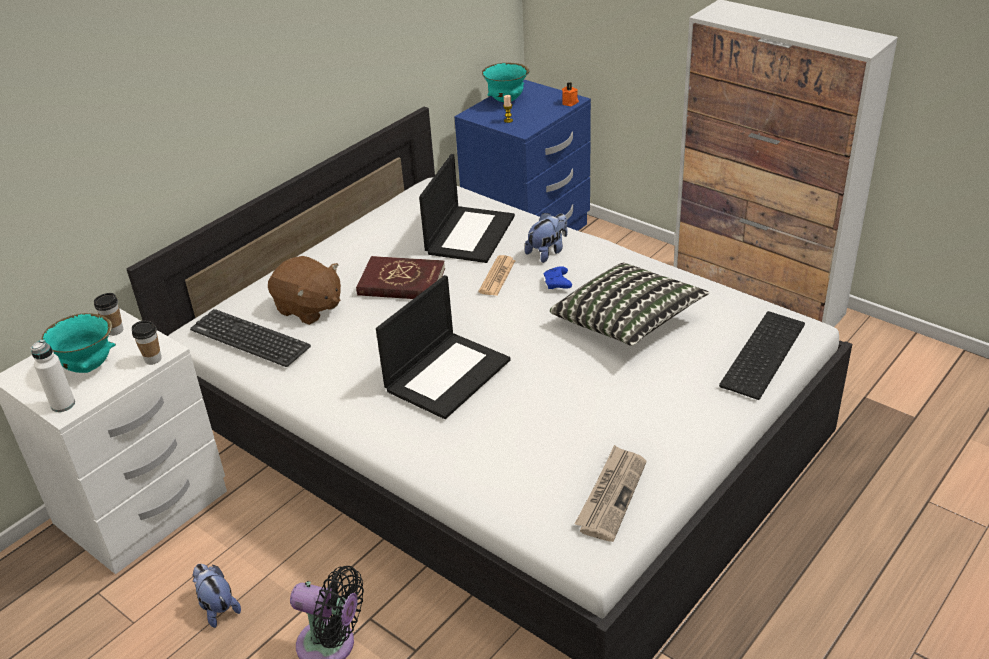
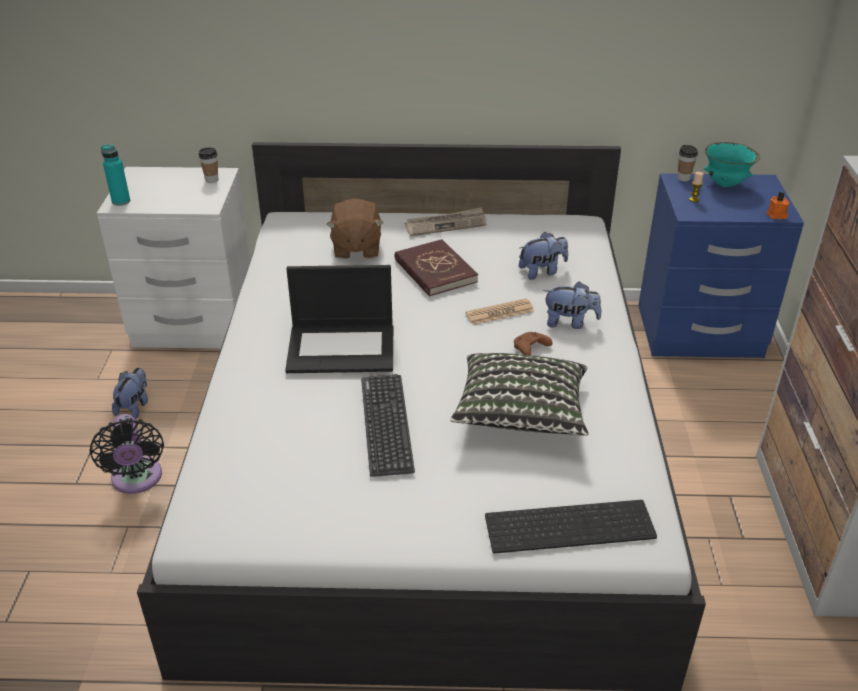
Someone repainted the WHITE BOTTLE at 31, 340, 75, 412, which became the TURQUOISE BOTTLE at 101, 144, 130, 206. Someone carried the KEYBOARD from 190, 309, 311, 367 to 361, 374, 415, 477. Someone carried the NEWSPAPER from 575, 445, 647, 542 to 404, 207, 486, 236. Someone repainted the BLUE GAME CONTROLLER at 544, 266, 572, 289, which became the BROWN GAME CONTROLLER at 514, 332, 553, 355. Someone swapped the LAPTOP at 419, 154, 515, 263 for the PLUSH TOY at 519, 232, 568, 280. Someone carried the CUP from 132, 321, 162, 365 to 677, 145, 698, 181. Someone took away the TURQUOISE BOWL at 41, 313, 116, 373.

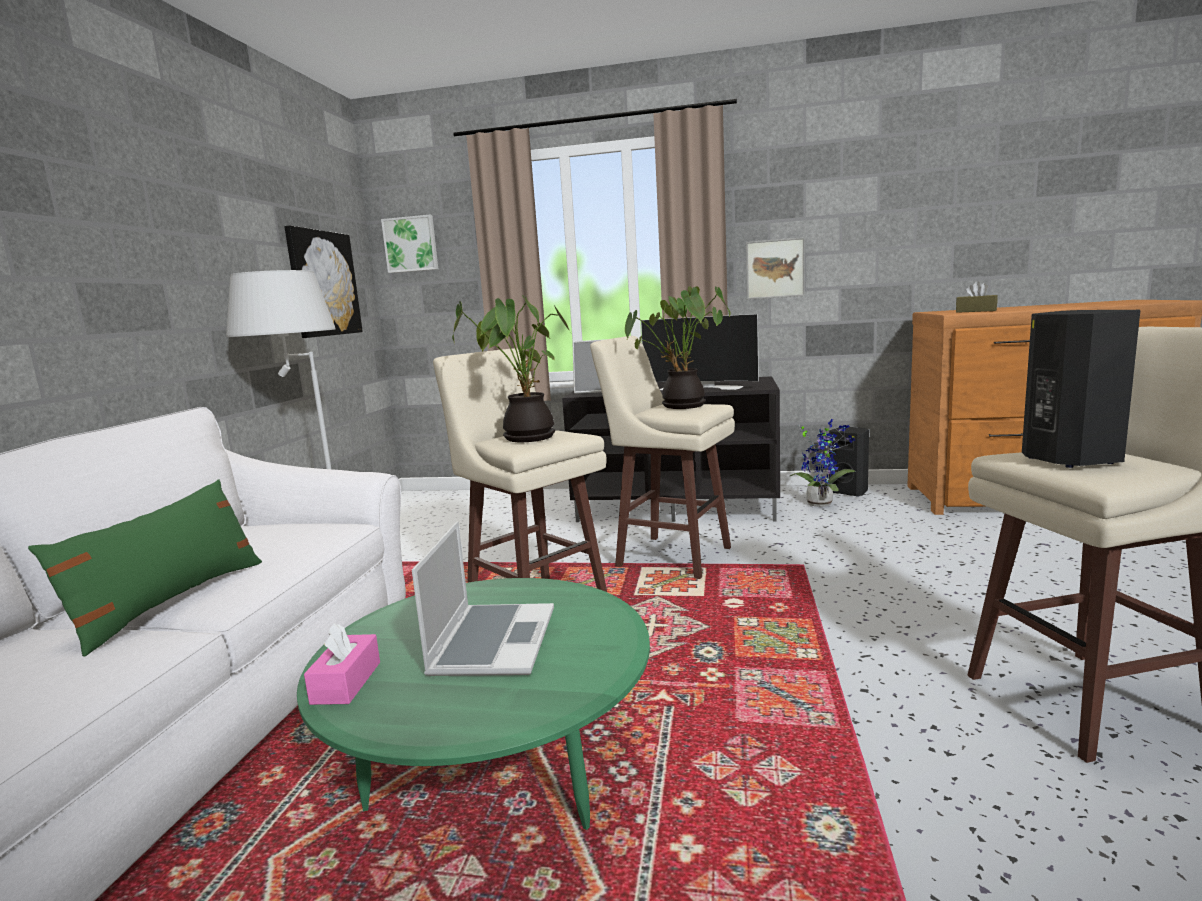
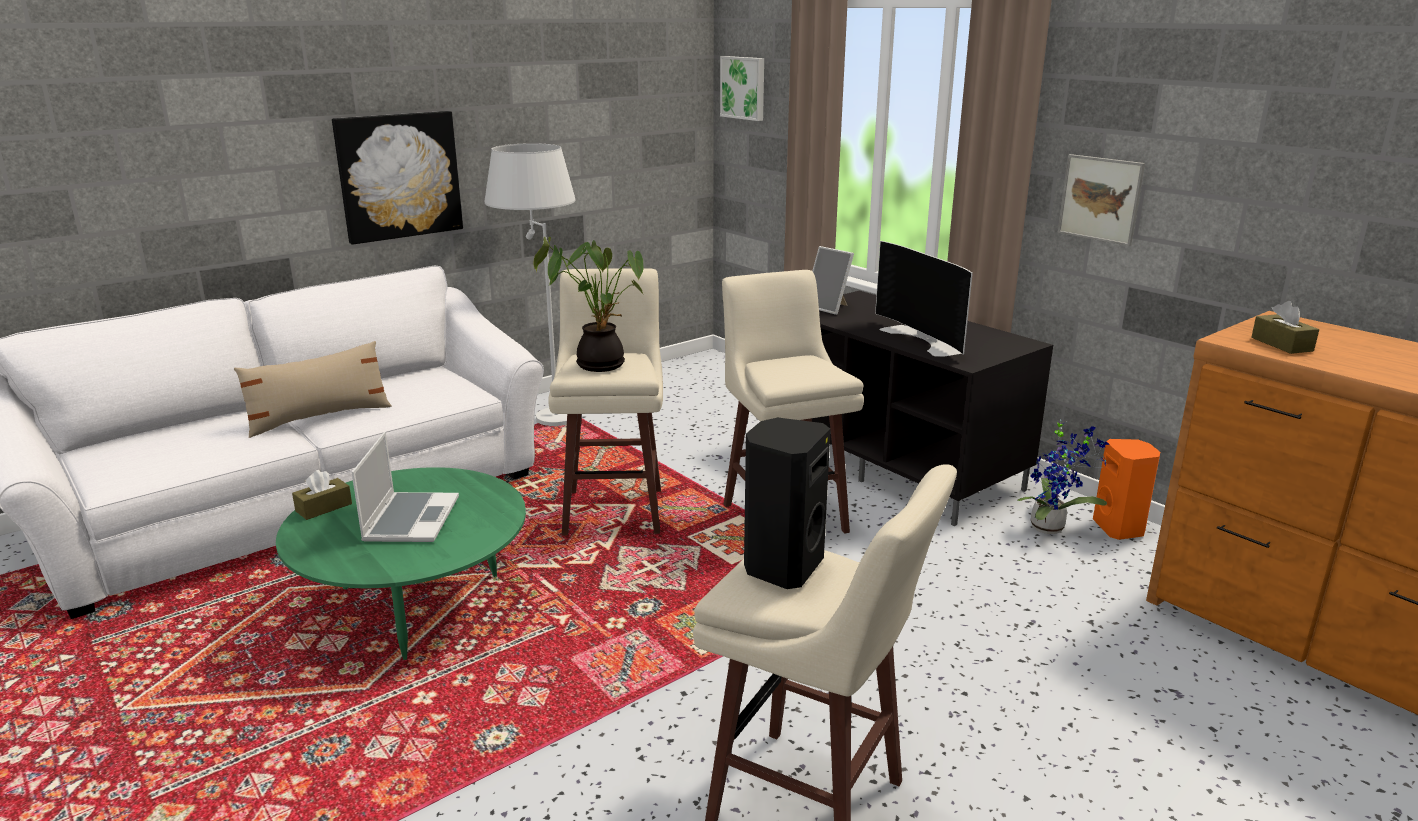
Someone repainted the GREEN PILLOW at 28, 479, 262, 657, which became the BEIGE PILLOW at 234, 341, 392, 438. Someone repainted the PINK TISSUE BOX at 304, 623, 380, 705, which became the BROWN TISSUE BOX at 292, 470, 352, 520. Someone carried the PICTURE from 284, 225, 363, 338 to 332, 111, 463, 245. Someone rotated the LAPTOP at 412, 521, 554, 676 by 45 degrees counterclockwise. Someone repainted the BLACK SPEAKER at 829, 427, 869, 497, which became the ORANGE SPEAKER at 1093, 439, 1160, 540. Someone took away the POTTED PLANT at 625, 286, 731, 409.

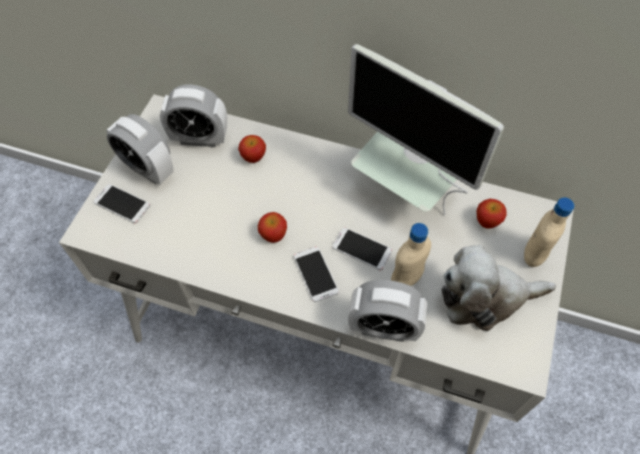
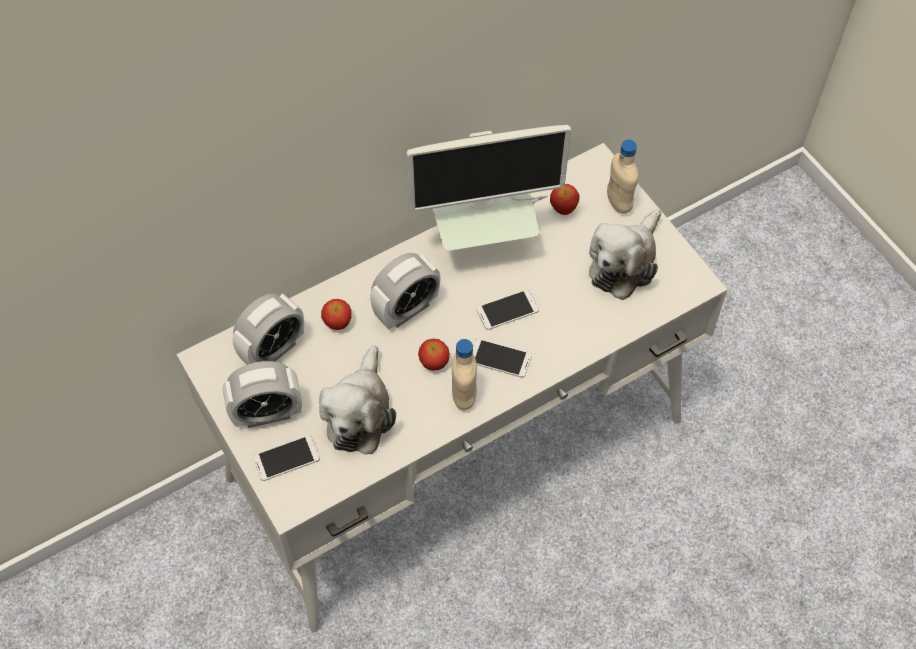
Someone put down the PLUSH TOY at 319, 345, 396, 454. Someone carried the ALARM CLOCK from 348, 280, 427, 342 to 370, 253, 440, 329. Someone carried the BEIGE BOTTLE from 391, 223, 431, 286 to 452, 339, 477, 411.

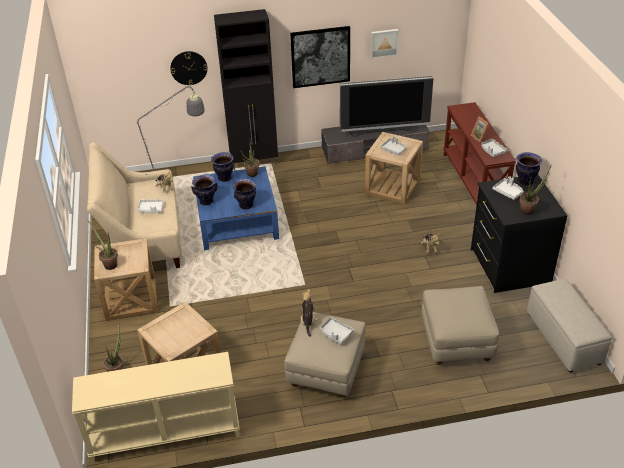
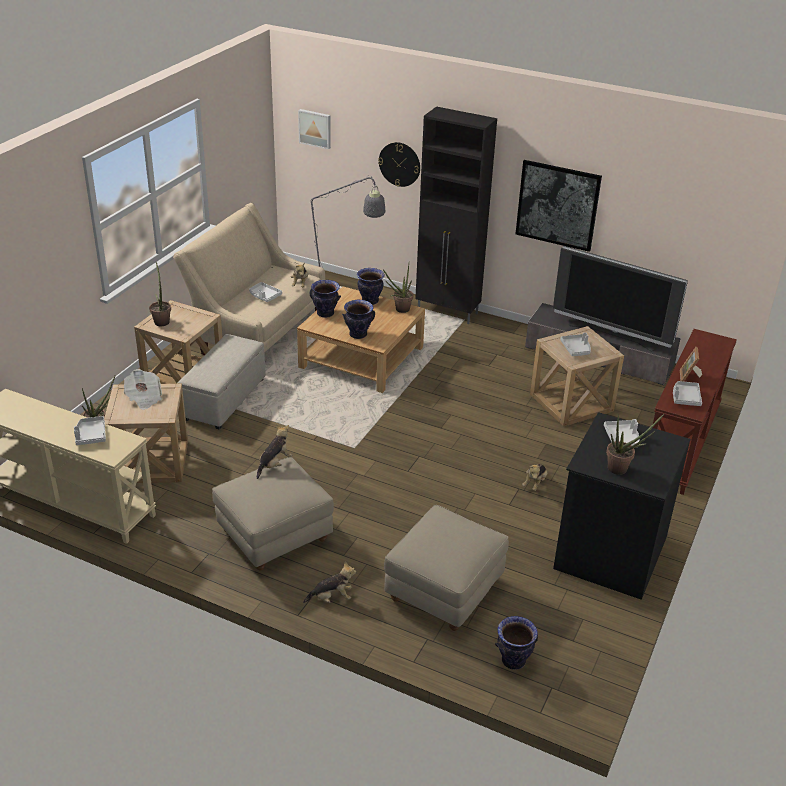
Someone carried the GREY TRAY from 320, 317, 354, 344 to 74, 416, 106, 445. Someone put down the NEWSPAPER at 124, 369, 162, 410. Someone carried the BEIGE OTTOMAN from 527, 279, 612, 373 to 177, 334, 266, 430. Someone repainted the BLUE COFFEE TABLE at 193, 167, 279, 250, which became the BEIGE COFFEE TABLE at 297, 286, 425, 393. Someone carried the PICTURE from 371, 29, 399, 59 to 298, 109, 331, 150. Someone put down the PLUSH TOY at 303, 561, 356, 603. Someone carried the VASE from 516, 152, 542, 186 to 495, 616, 538, 670.

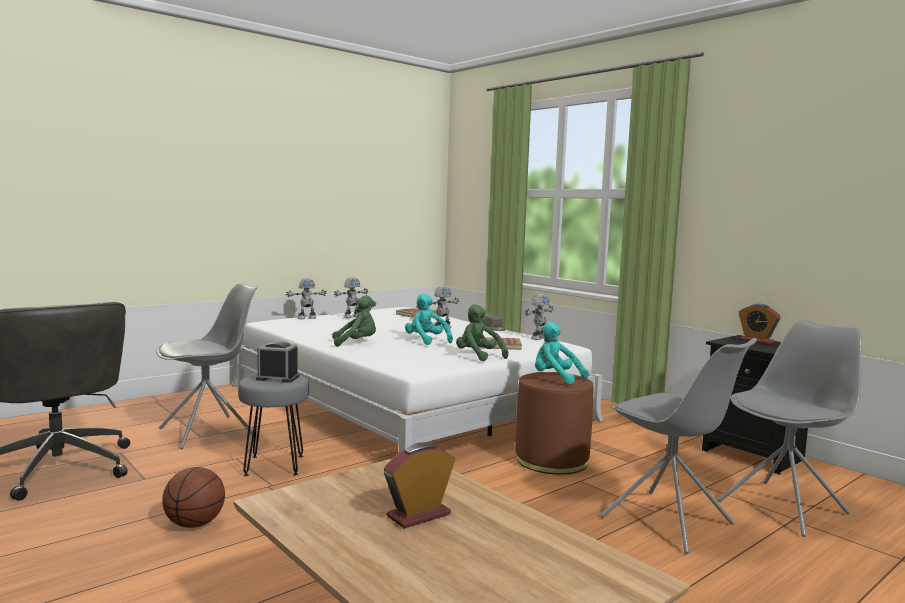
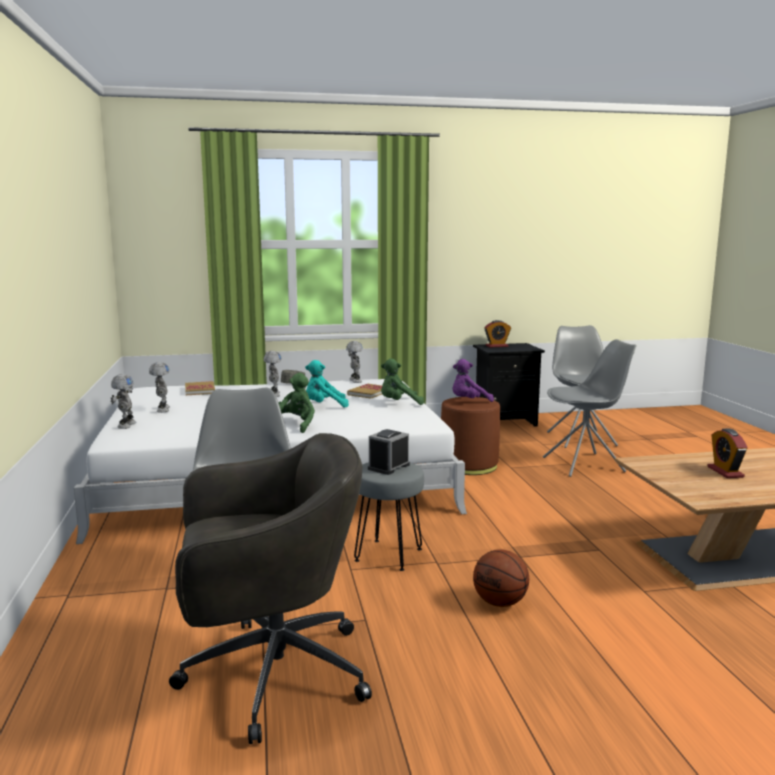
Someone repainted the TURQUOISE PLUSH TOY at 535, 322, 589, 384, which became the PURPLE PLUSH TOY at 453, 359, 494, 402.

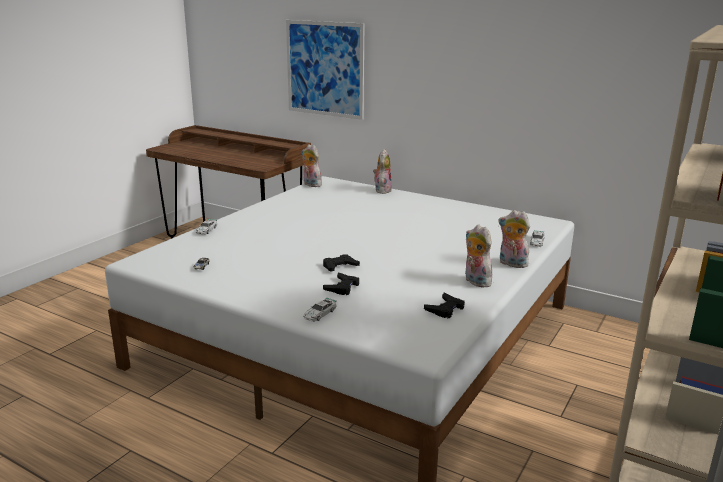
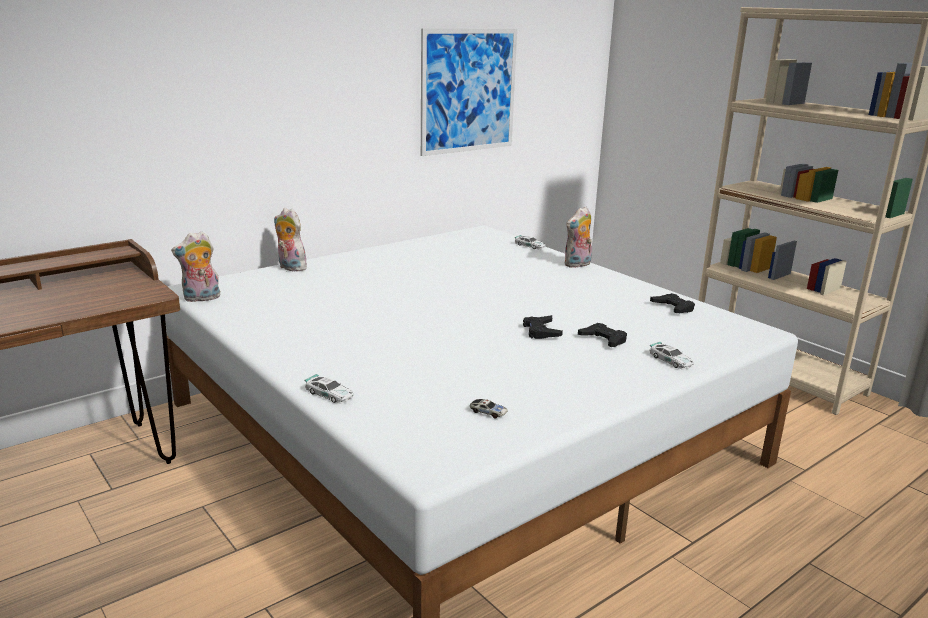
Someone carried the PICTURE from 286, 20, 364, 120 to 421, 28, 517, 156. Someone took away the PLUSH TOY at 465, 224, 492, 287.

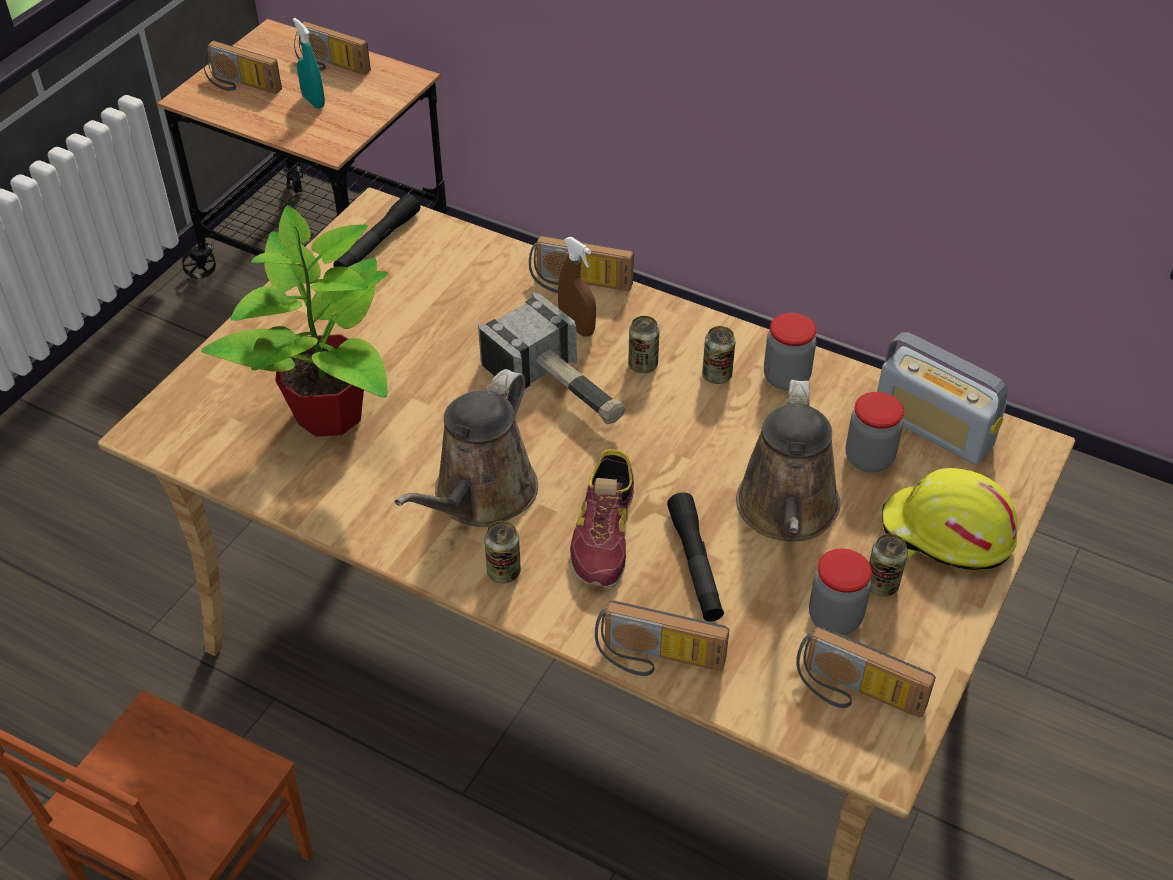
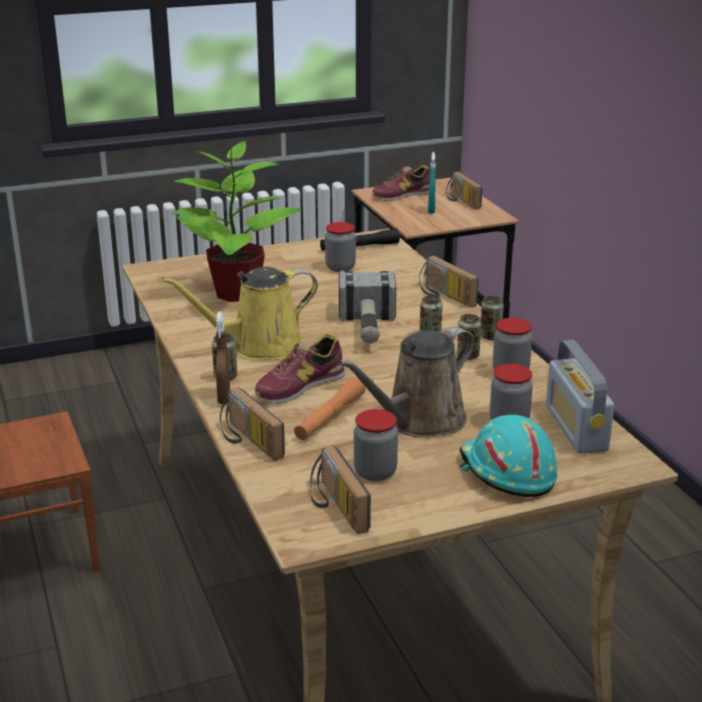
Someone repainted the BROWN WATERING CAN at 395, 369, 538, 527, which became the YELLOW WATERING CAN at 162, 267, 318, 360. Someone carried the BROWN SPRAY BOTTLE from 558, 237, 596, 337 to 216, 312, 230, 404. Someone repainted the BLACK FLASHLIGHT at 667, 492, 724, 622, which became the ORANGE FLASHLIGHT at 294, 377, 366, 440. Someone put down the JAR at 325, 222, 356, 272. Someone swapped the RADIO at 204, 40, 282, 94 for the SHOE at 372, 165, 430, 201. Someone repainted the YELLOW HARD HAT at 882, 468, 1017, 570, which became the TURQUOISE HARD HAT at 459, 415, 557, 497. Someone carried the CAN from 869, 534, 908, 597 to 481, 296, 504, 340.

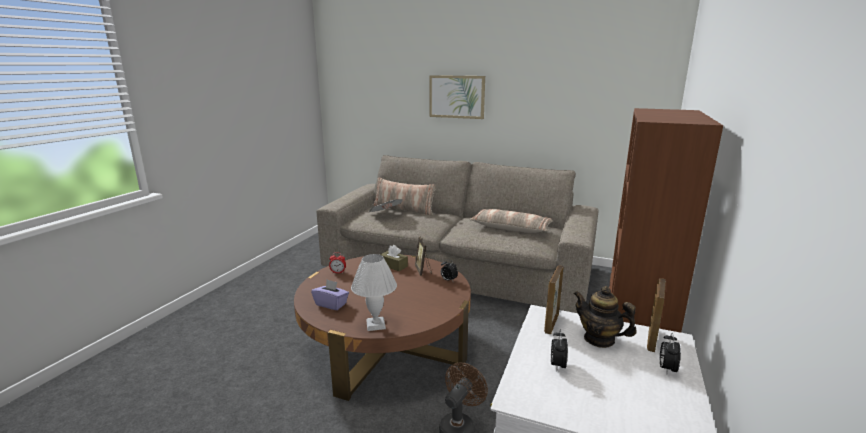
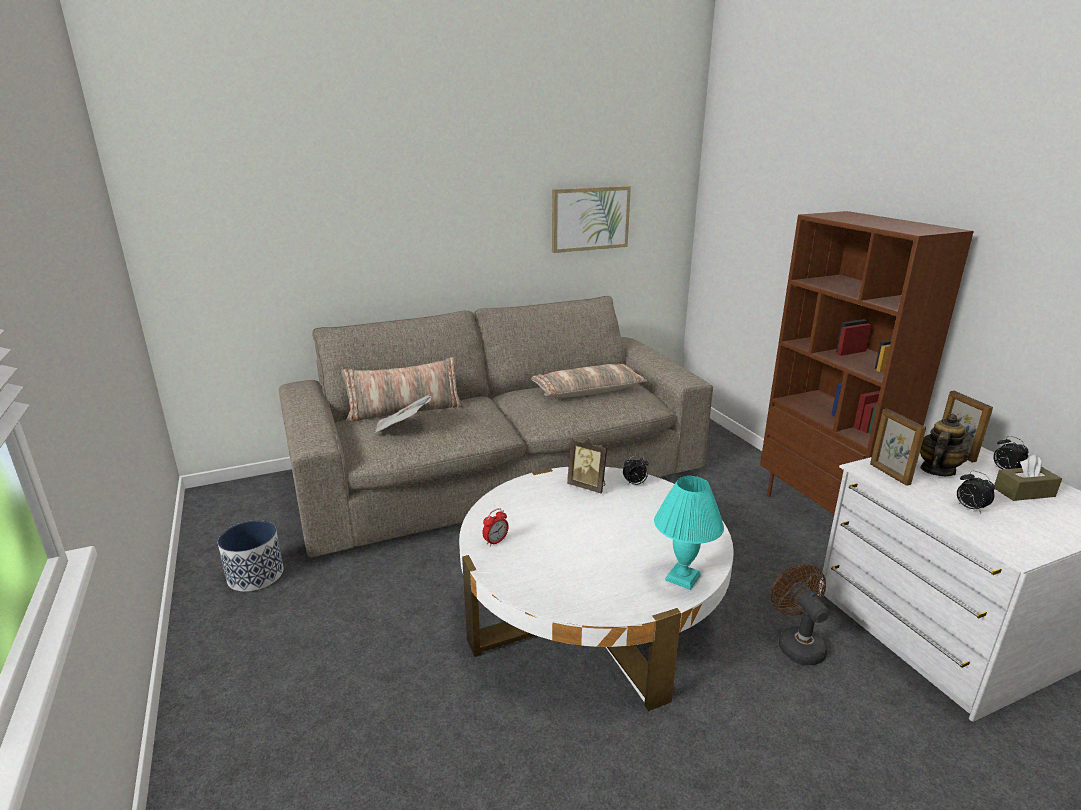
Someone put down the PLANTER at 218, 520, 284, 592. Someone repainted the BROWN COFFEE TABLE at 294, 255, 471, 401, which became the WHITE COFFEE TABLE at 459, 467, 734, 711. Someone carried the PICTURE from 429, 75, 485, 119 to 552, 186, 631, 253. Someone repainted the WHITE TABLE LAMP at 351, 254, 397, 331, which became the TURQUOISE TABLE LAMP at 654, 476, 724, 590. Someone rotated the TEAPOT at 573, 286, 637, 348 by 135 degrees clockwise. Someone carried the BROWN TISSUE BOX from 380, 245, 408, 271 to 994, 455, 1062, 501. Someone took away the PURPLE TISSUE BOX at 311, 280, 349, 310.

